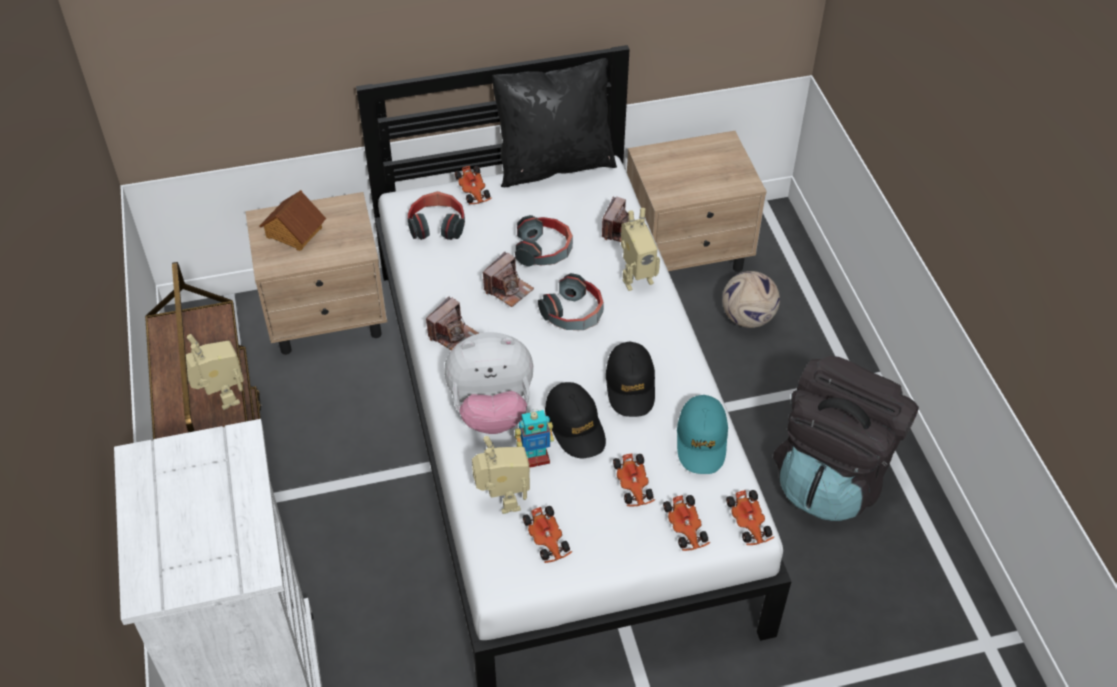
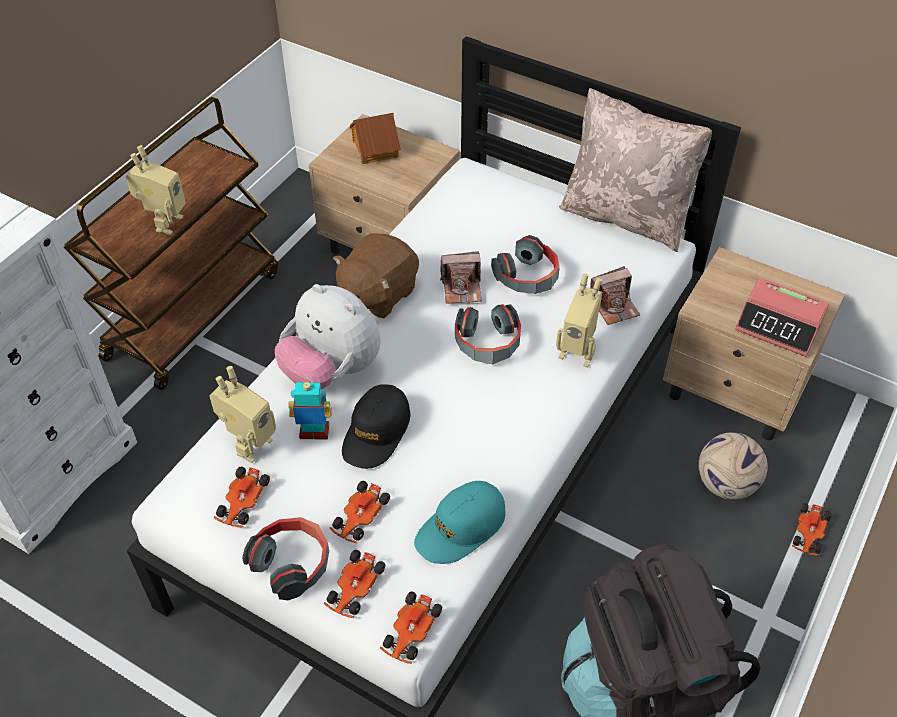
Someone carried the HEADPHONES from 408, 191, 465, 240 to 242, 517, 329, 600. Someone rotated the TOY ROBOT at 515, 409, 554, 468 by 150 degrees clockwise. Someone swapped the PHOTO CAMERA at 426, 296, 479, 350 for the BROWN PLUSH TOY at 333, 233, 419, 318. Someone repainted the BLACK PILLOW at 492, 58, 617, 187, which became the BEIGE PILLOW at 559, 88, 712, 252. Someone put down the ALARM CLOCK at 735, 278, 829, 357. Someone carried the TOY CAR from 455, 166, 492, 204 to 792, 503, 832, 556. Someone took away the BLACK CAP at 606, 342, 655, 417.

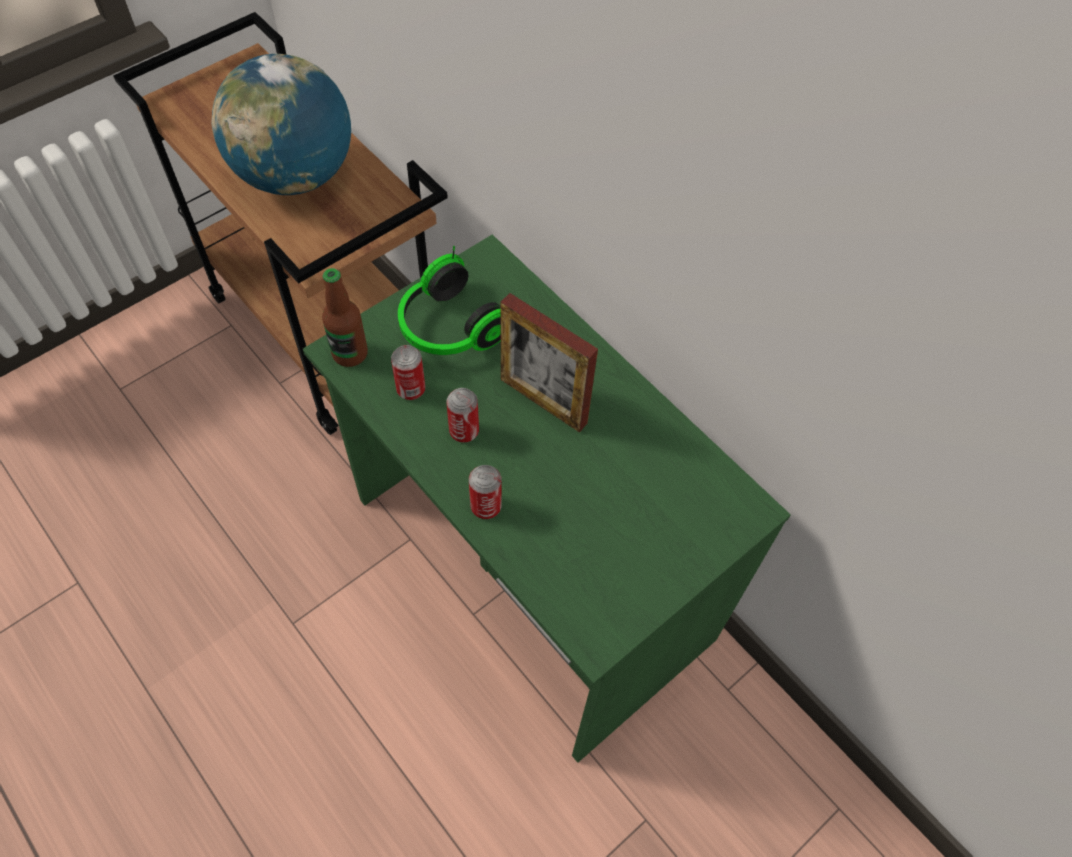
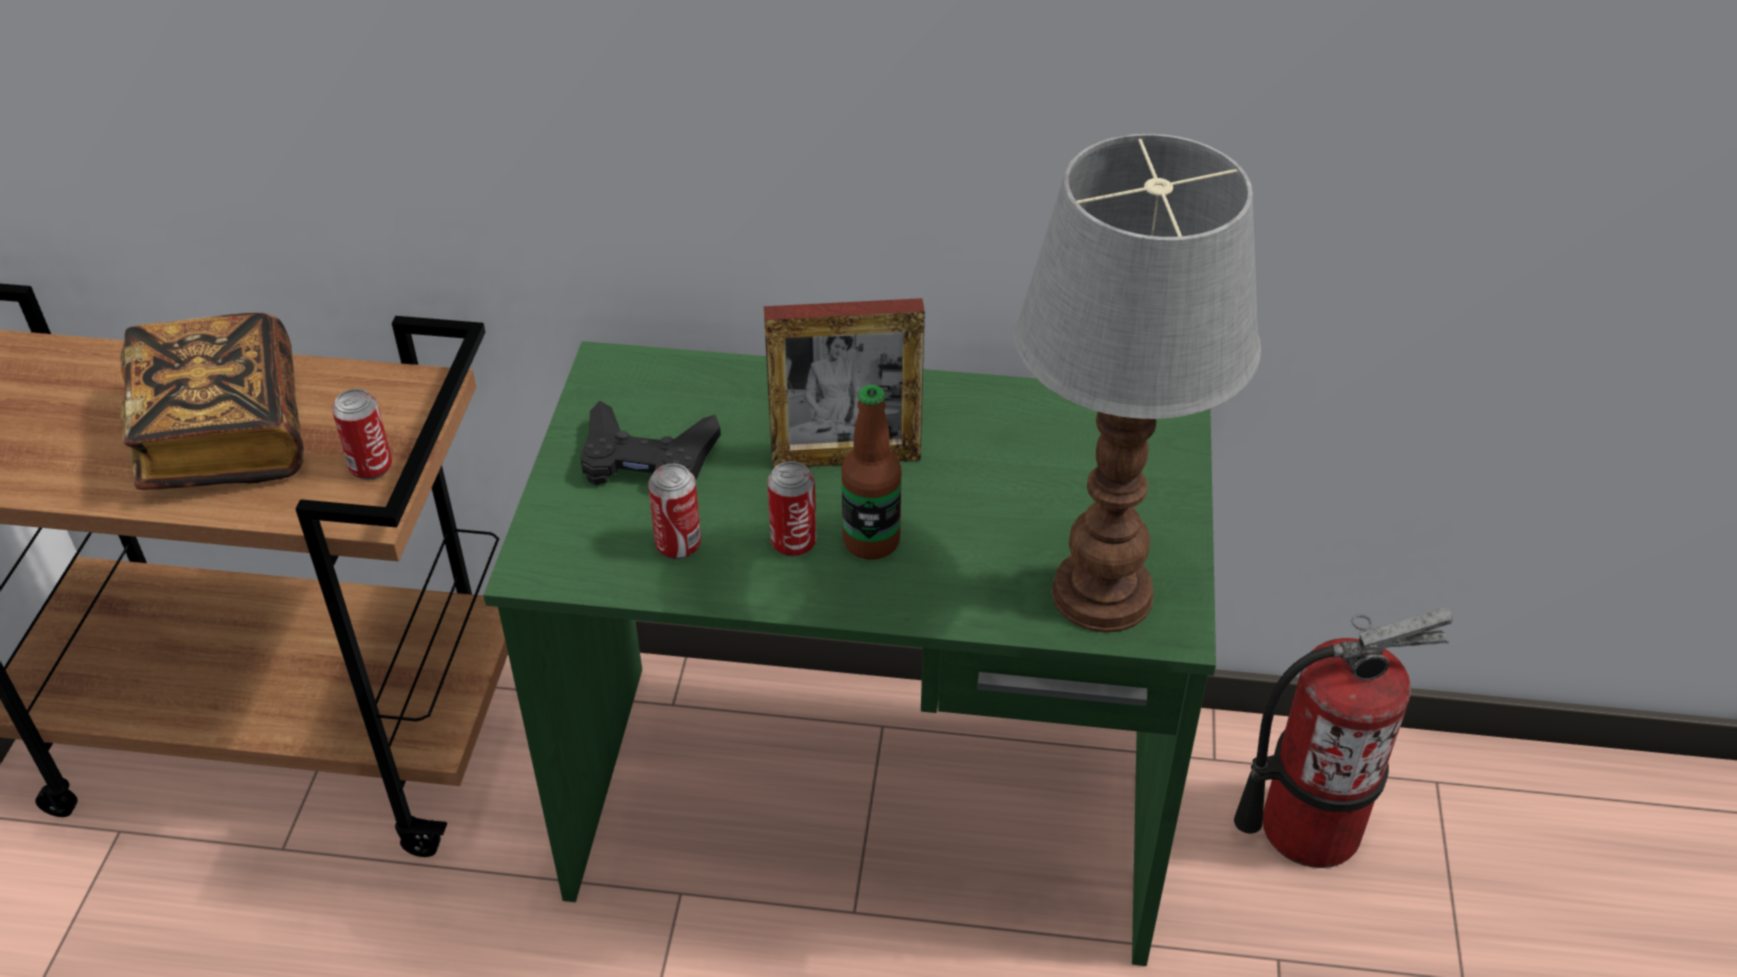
Someone swapped the GLOBE at 211, 54, 351, 195 for the BOOK at 120, 313, 304, 490. Someone carried the CAN from 469, 465, 502, 519 to 332, 389, 392, 480. Someone swapped the HEADPHONES at 398, 246, 501, 355 for the BLACK GAME CONTROLLER at 580, 401, 721, 485. Someone carried the BOTTLE from 322, 268, 368, 367 to 842, 385, 901, 560. Someone put down the TABLE LAMP at 1014, 134, 1261, 633. Someone put down the FIRE EXTINGUISHER at 1234, 607, 1453, 868.

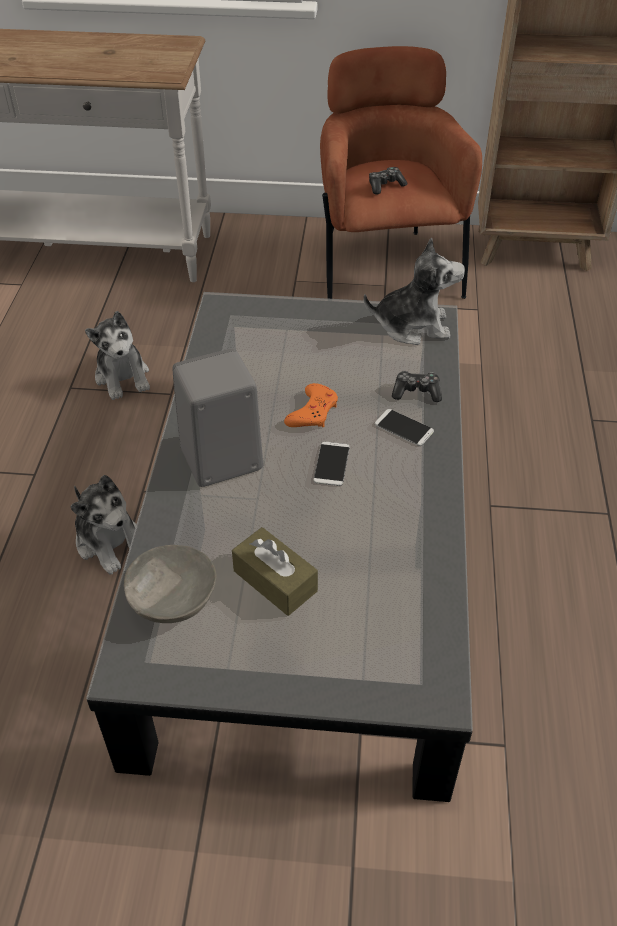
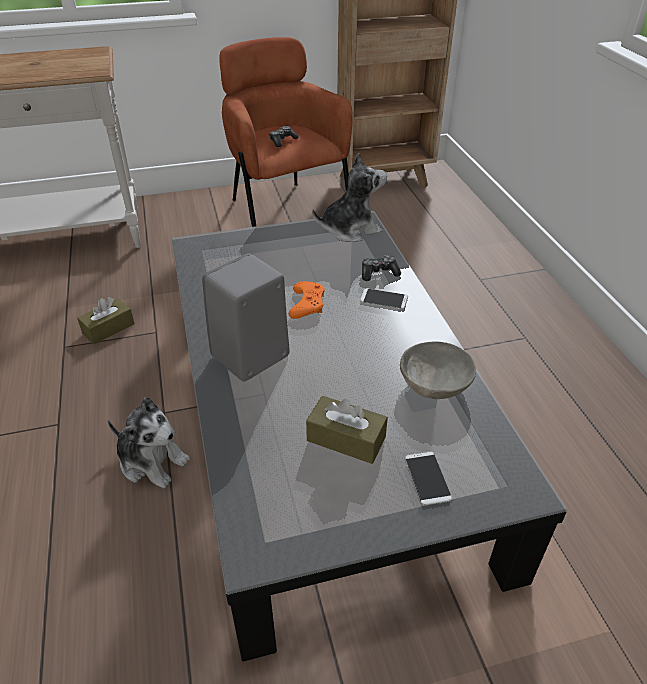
Someone swapped the PLUSH TOY at 85, 311, 150, 400 for the BROWN TISSUE BOX at 77, 297, 135, 344. Someone carried the GREY BOWL from 124, 545, 217, 623 to 400, 341, 476, 399. Someone carried the PHONE from 313, 441, 350, 486 to 405, 452, 452, 506.

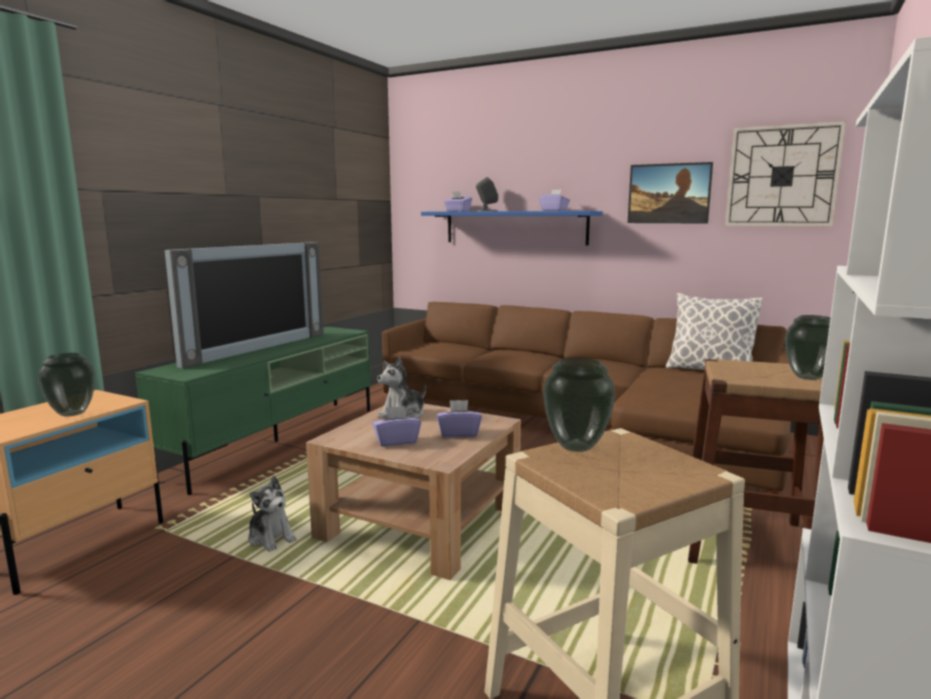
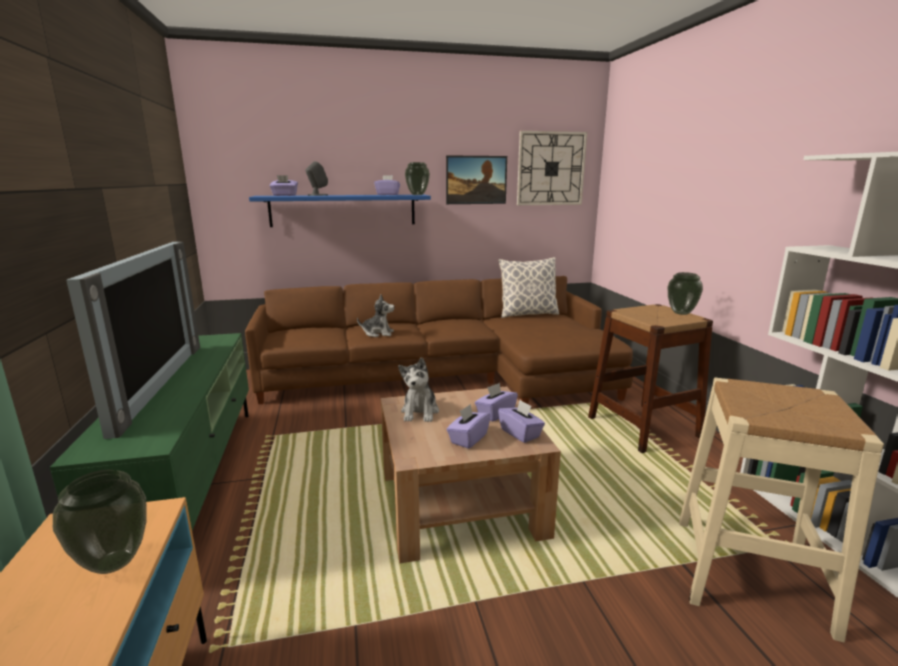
Someone carried the PLUSH TOY from 248, 476, 297, 552 to 357, 294, 395, 337. Someone carried the VASE from 543, 357, 616, 452 to 405, 162, 430, 195. Someone put down the PURPLE TISSUE BOX at 498, 400, 545, 443.

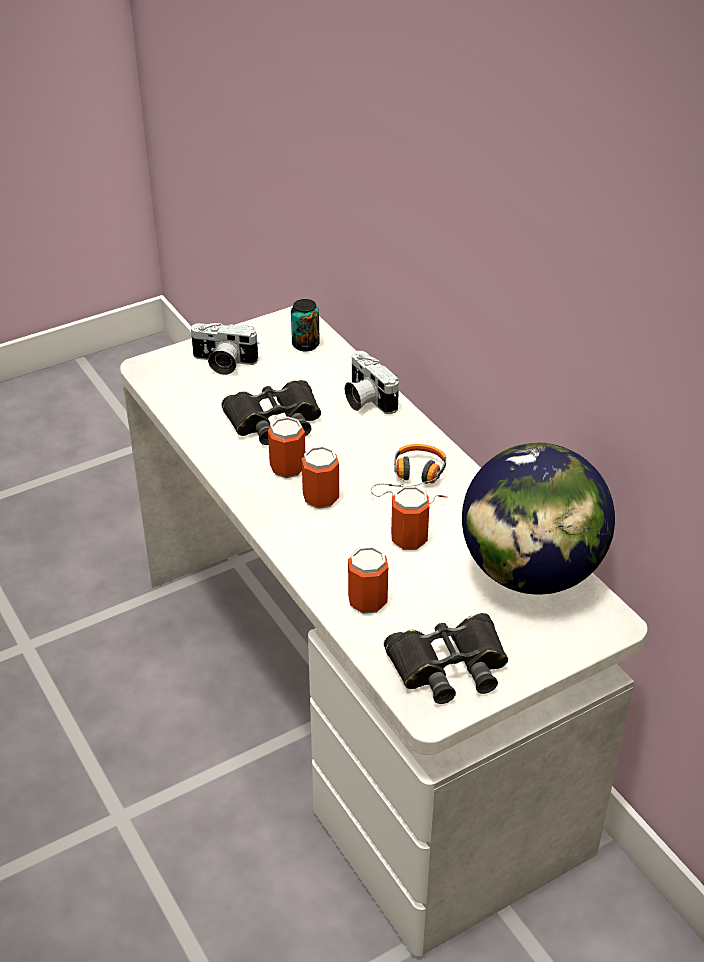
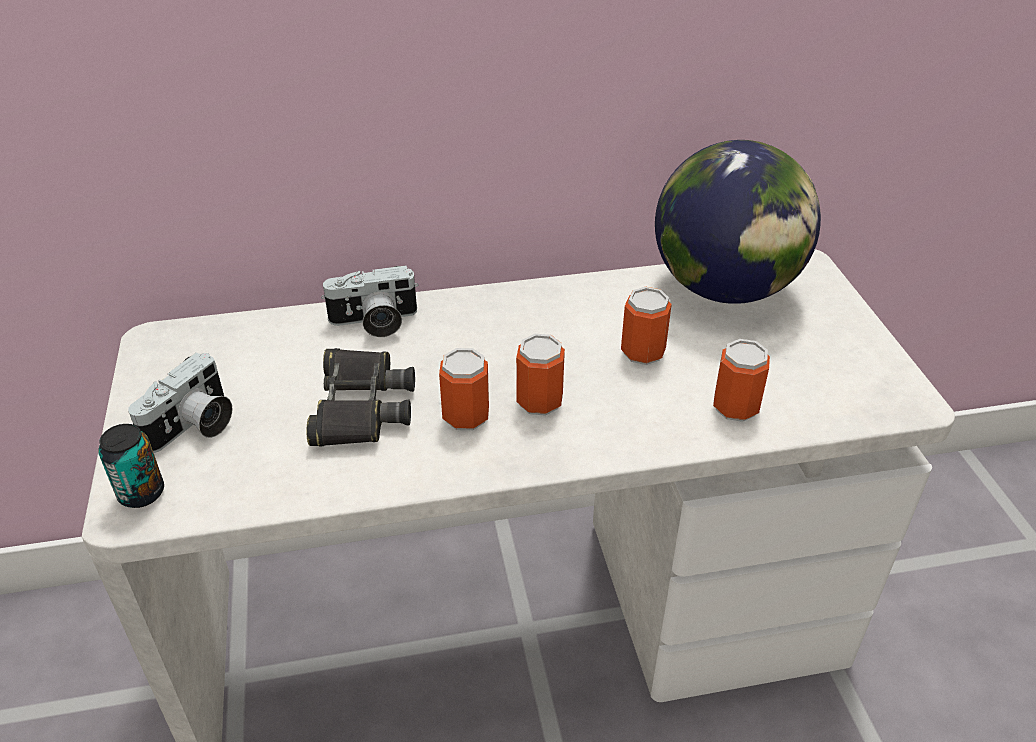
Someone carried the CAN from 291, 299, 320, 351 to 98, 424, 164, 508. Someone took away the HEADPHONES at 371, 444, 448, 504. Someone took away the BLACK BINOCULARS at 384, 613, 508, 704.

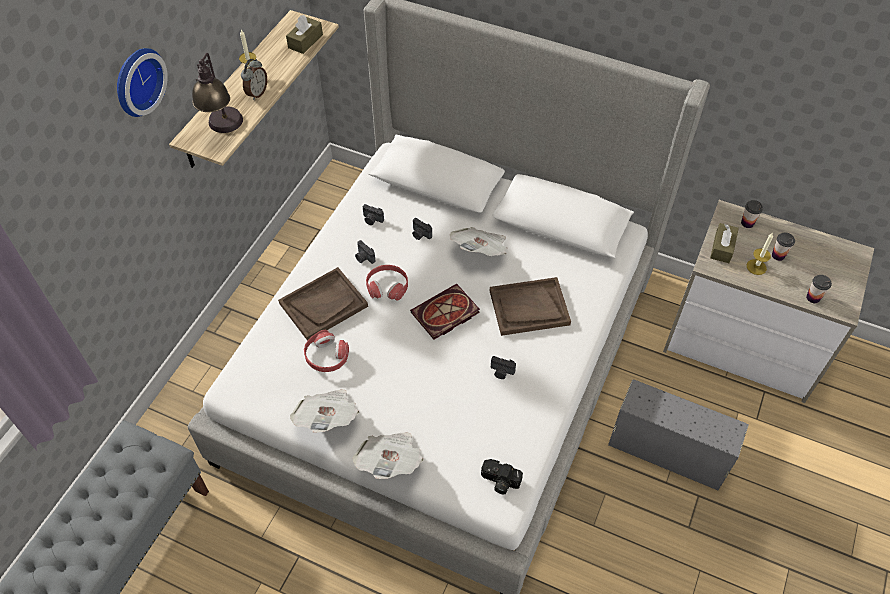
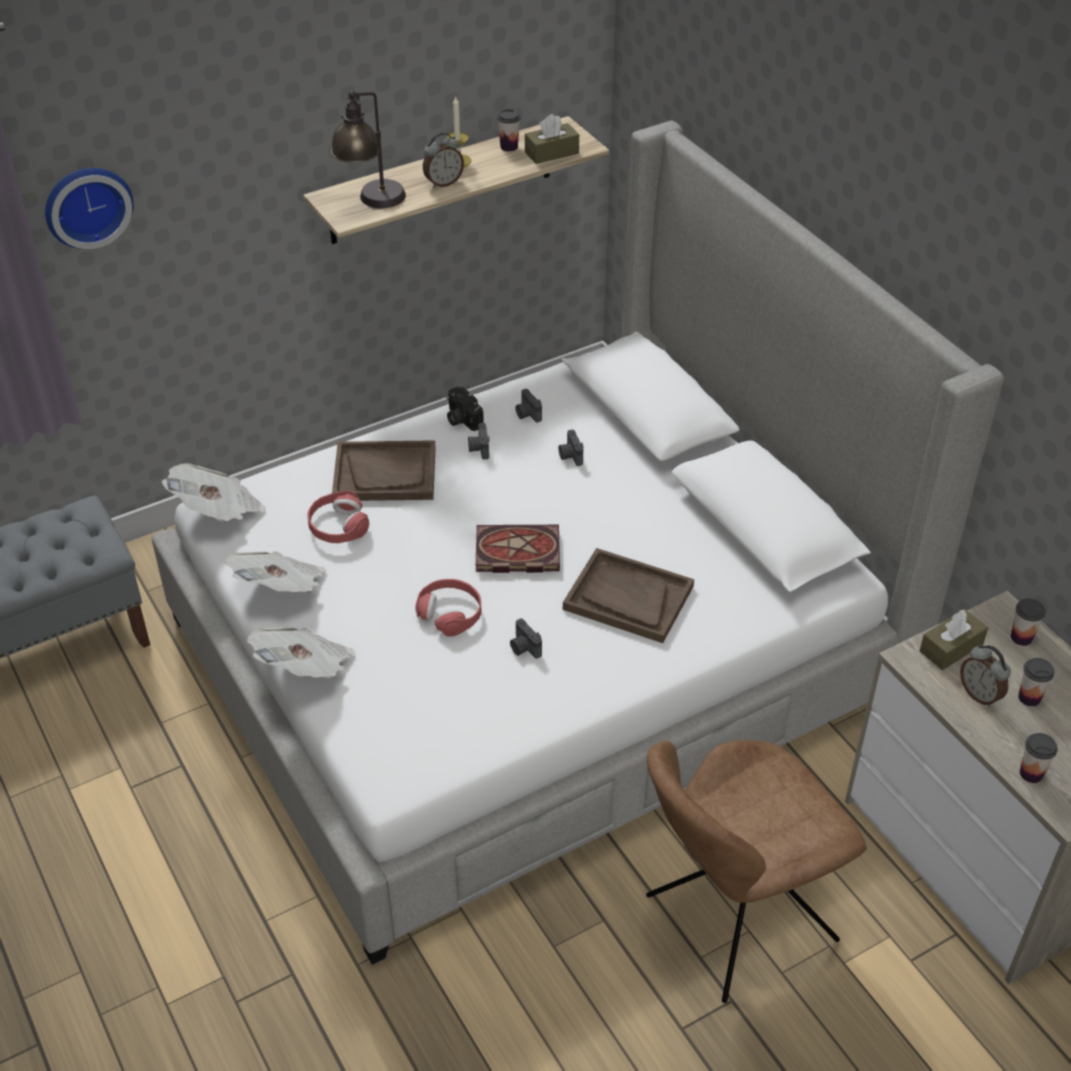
Someone carried the WALL CLOCK from 117, 48, 168, 117 to 45, 168, 134, 249. Someone carried the NEWSPAPER from 450, 227, 507, 256 to 161, 463, 266, 522. Someone carried the RED HEADPHONES from 366, 265, 408, 301 to 416, 579, 482, 637. Someone carried the PHOTO CAMERA from 481, 459, 523, 494 to 447, 387, 484, 431. Someone put down the CUP at 497, 109, 521, 152. Someone swapped the GREY STORAGE BOX at 608, 379, 749, 490 for the BROWN CHAIR at 646, 740, 867, 1003. Someone swapped the CANDLE at 747, 233, 773, 275 for the ALARM CLOCK at 960, 645, 1011, 707.

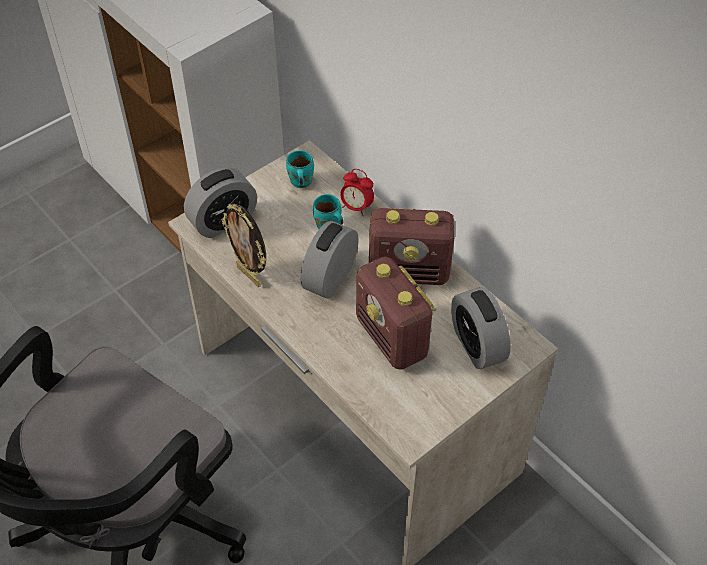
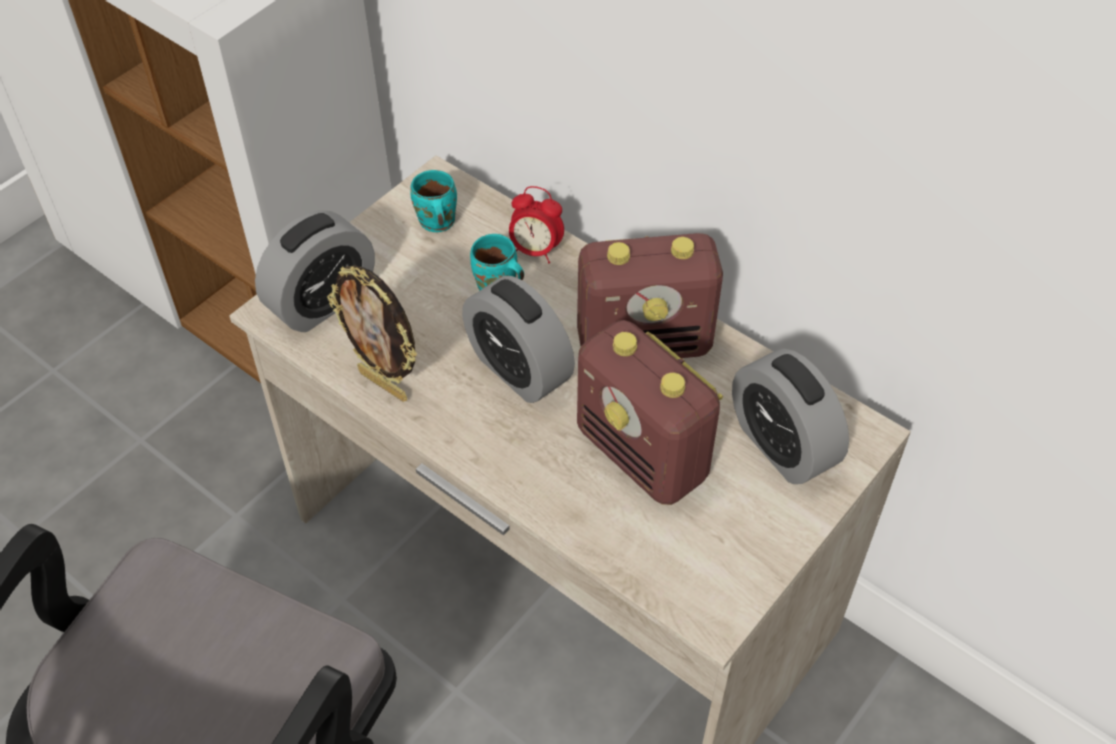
Someone rotated the ALARM CLOCK at 300, 221, 359, 299 by 60 degrees counterclockwise.

